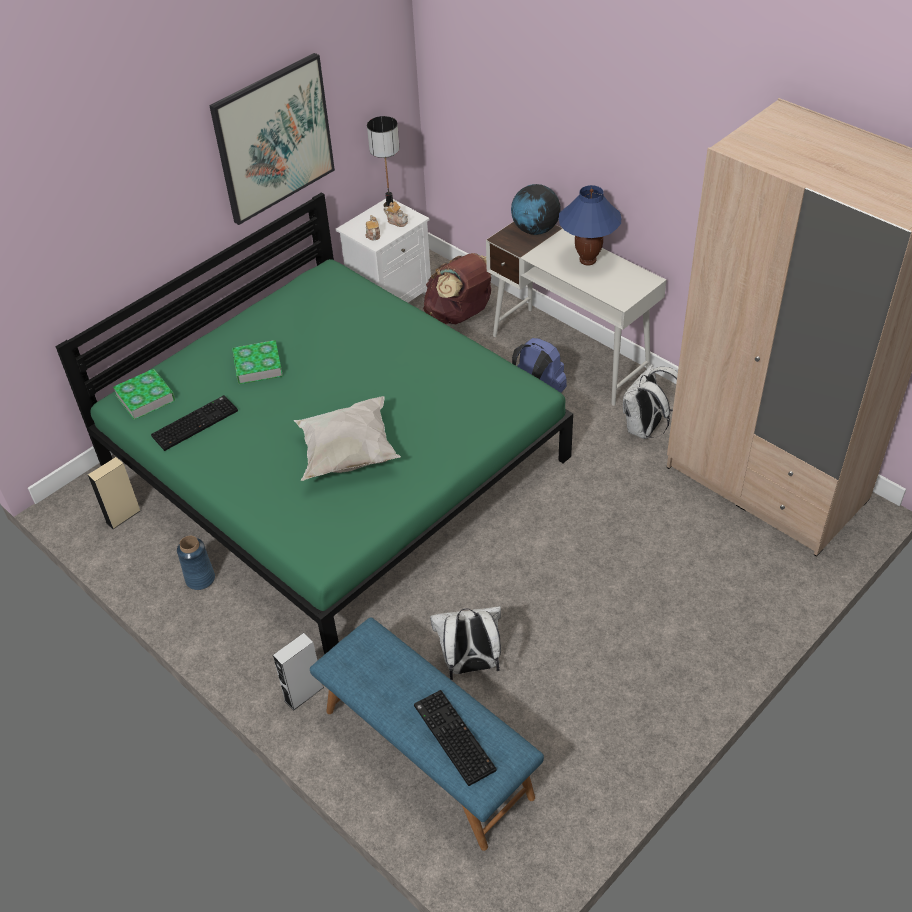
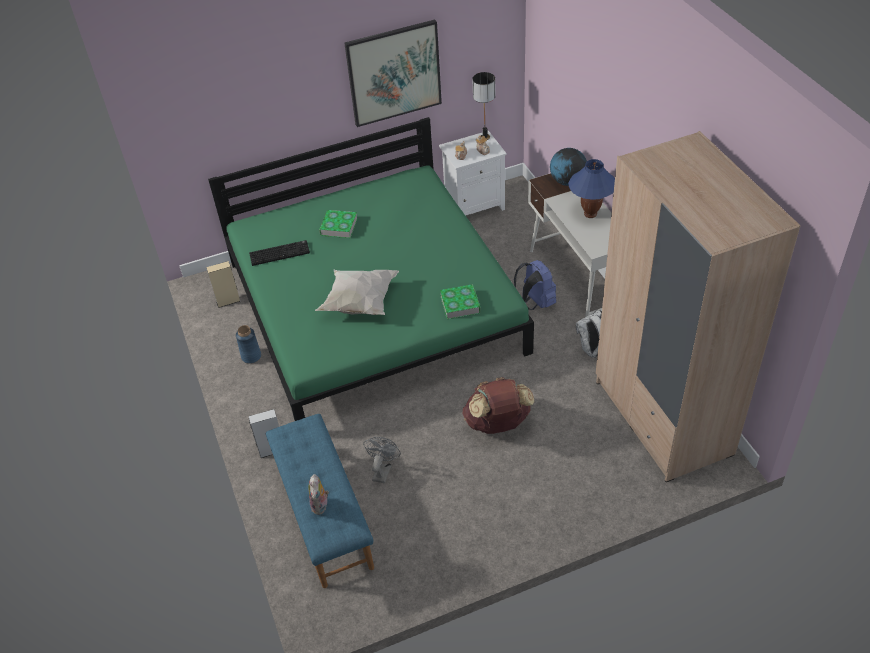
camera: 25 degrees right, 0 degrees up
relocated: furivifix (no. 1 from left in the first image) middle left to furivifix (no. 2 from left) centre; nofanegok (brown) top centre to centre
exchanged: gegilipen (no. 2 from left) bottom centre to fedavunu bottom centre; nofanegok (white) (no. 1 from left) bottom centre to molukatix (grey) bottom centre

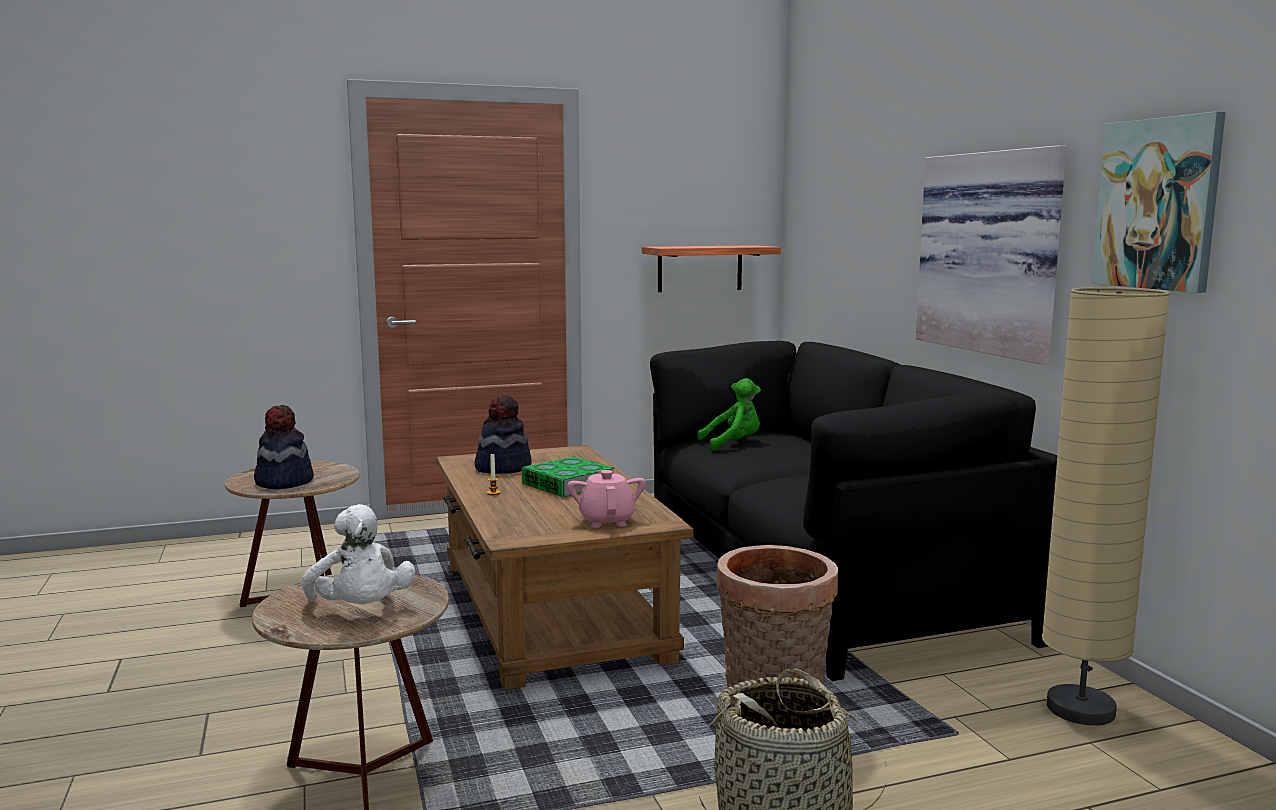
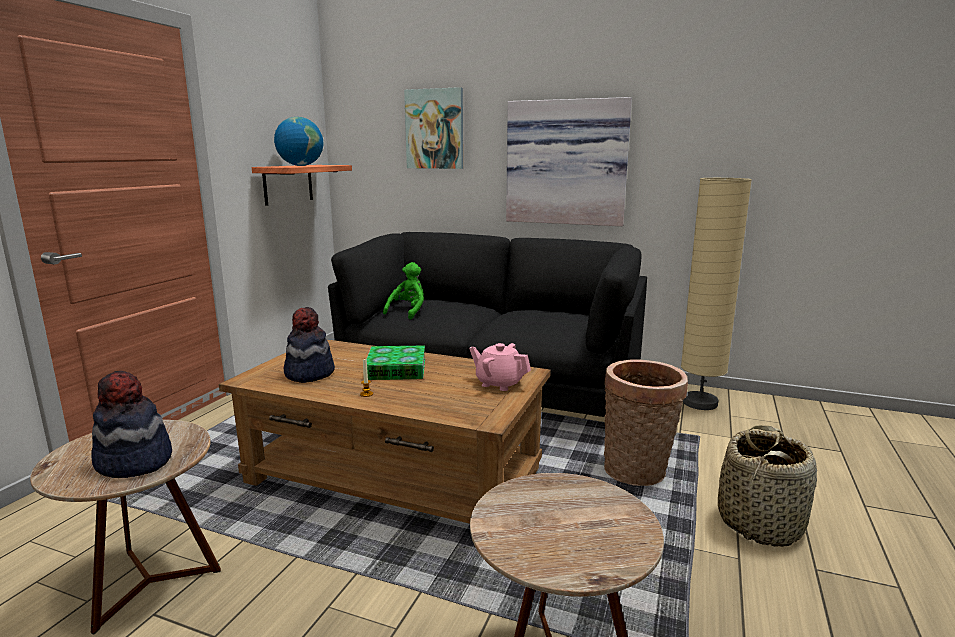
camera: 50 degrees left, 5 degrees up
missing: fedavunu (white) bottom left
appeared: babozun top left
relocated: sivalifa (no. 2 from left in the first image) top right to sivalifa (no. 1 from left) top centre

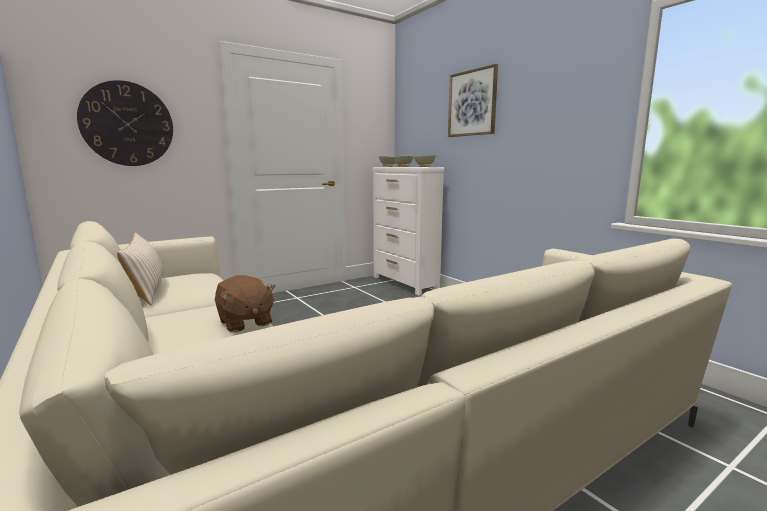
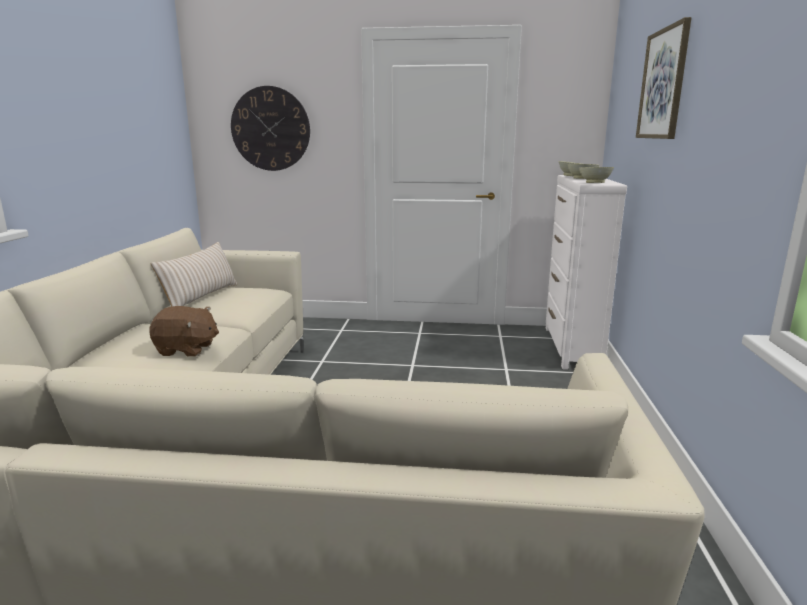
camera: 40 degrees right, 5 degrees up
spun: fedavunu (brown) middle left = middle left 90 degrees counterclockwise

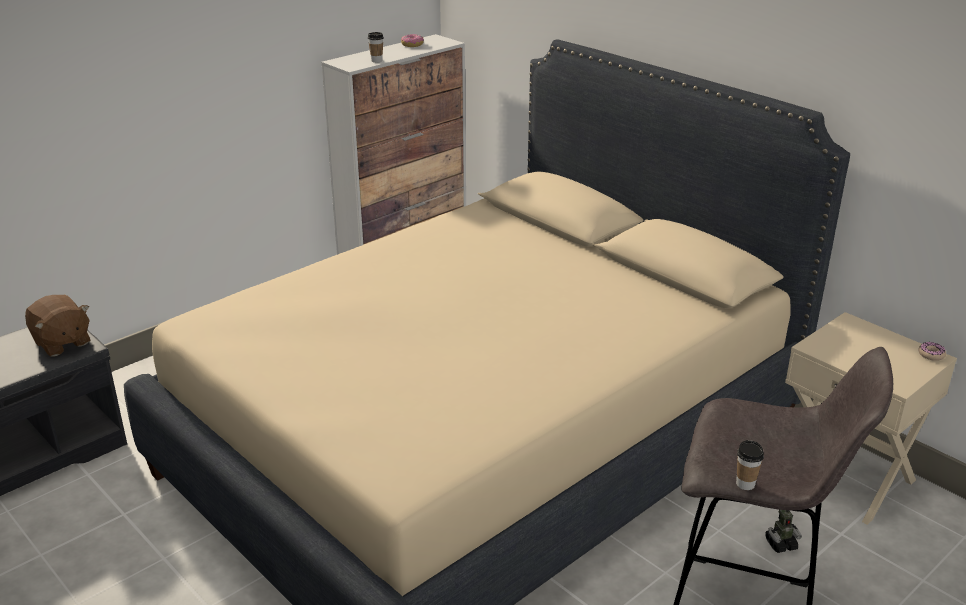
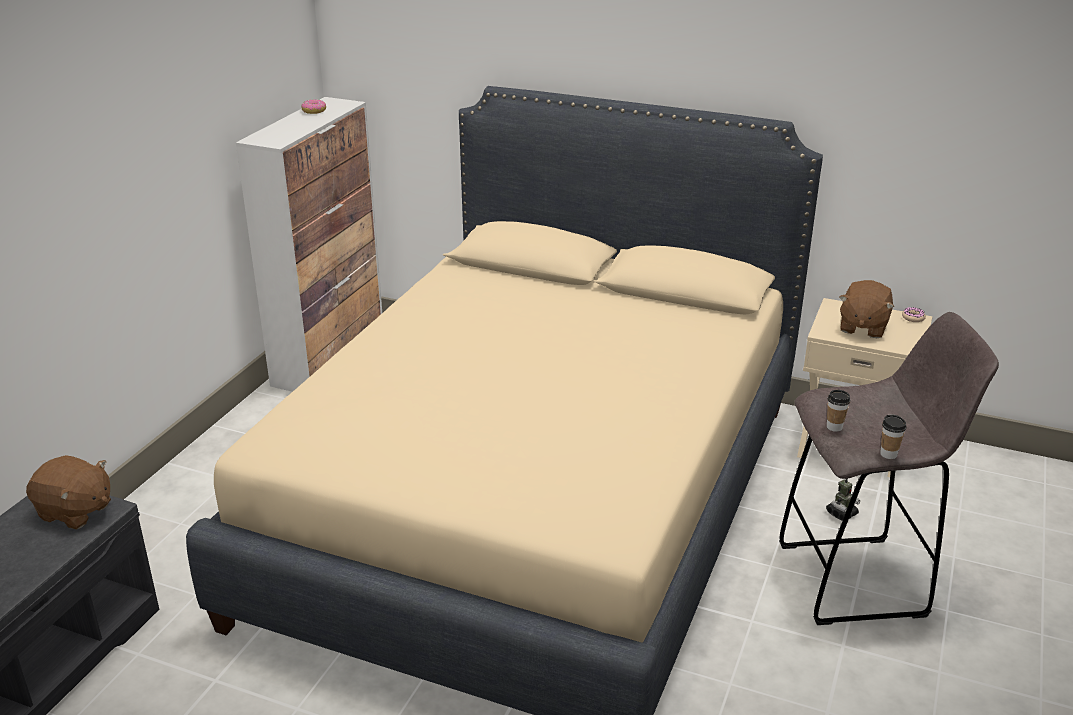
camera: 25 degrees left, 0 degrees up
appeared: fedavunu (brown) (no. 2 from left) middle right
relocated: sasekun (no. 1 from left) top centre to middle right

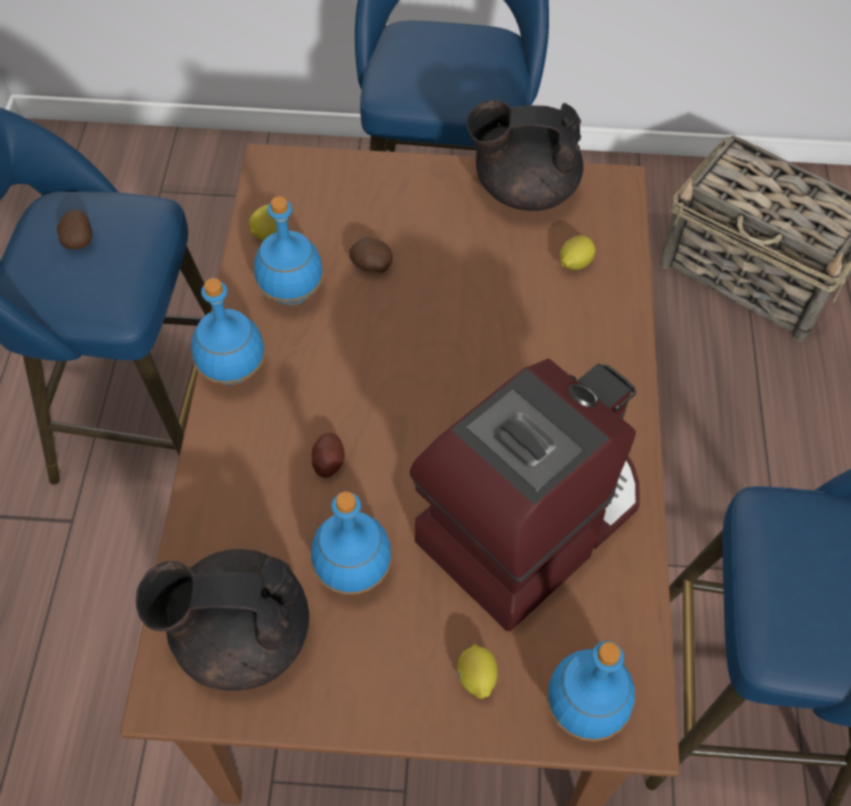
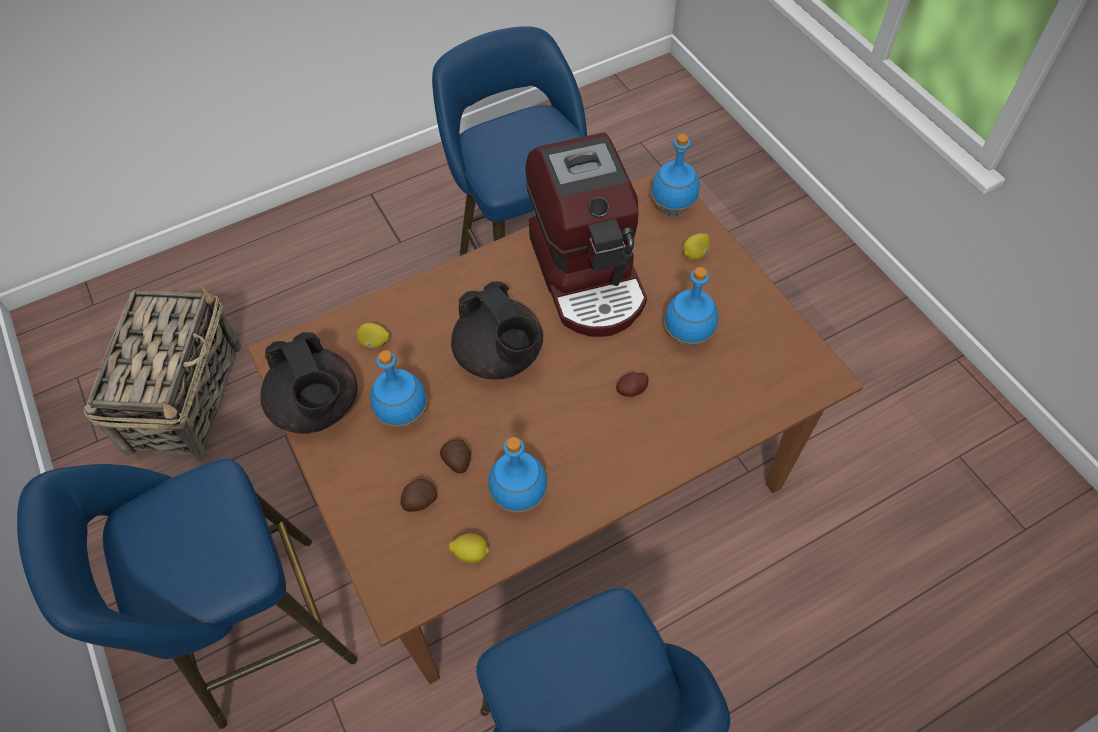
camera: 120 degrees left, 0 degrees up
relocated: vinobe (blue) (no. 1 from left) middle left to centre; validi (no. 1 from left) top left to bottom centre; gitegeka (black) (no. 1 from left in the first image) bottom left to gitegeka (black) (no. 2 from left) centre
spun: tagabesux centre = top centre 120 degrees counterclockwise

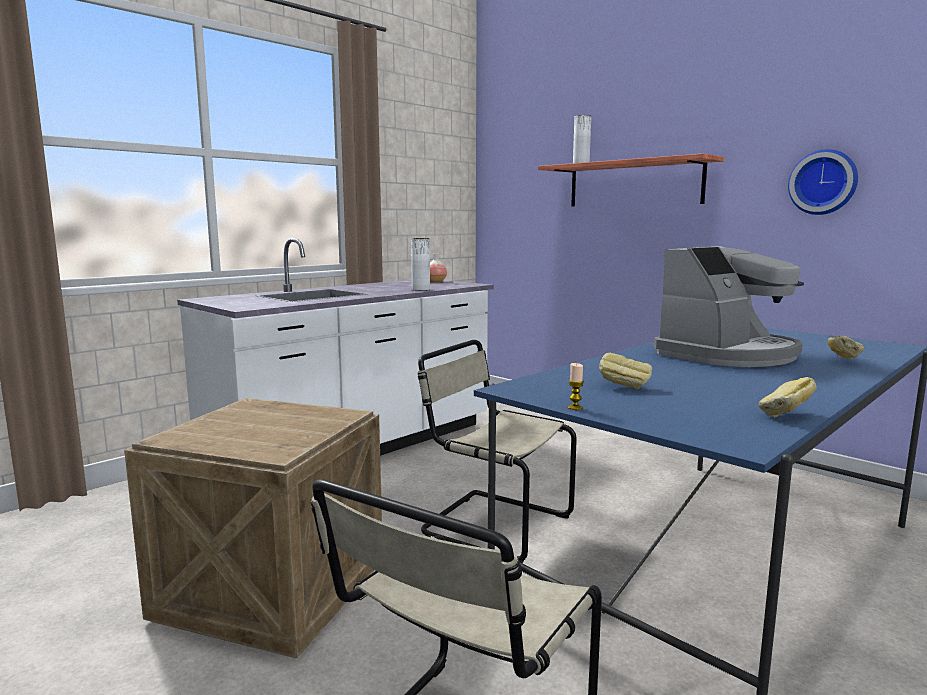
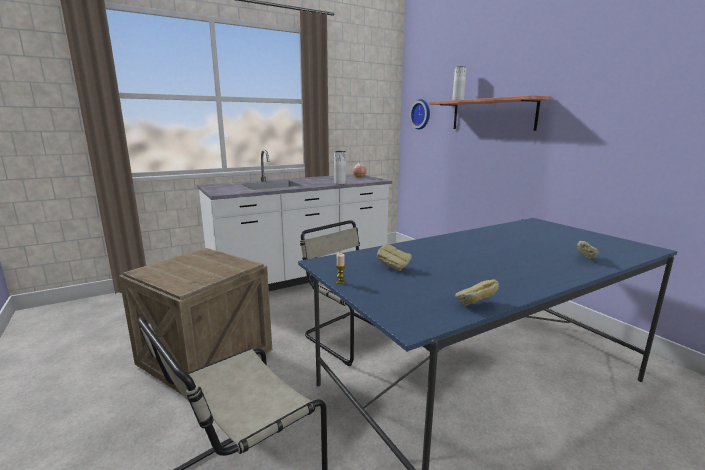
camera: 15 degrees right, 5 degrees up
missing: tagabesux middle right
relocated: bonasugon top right to top centre

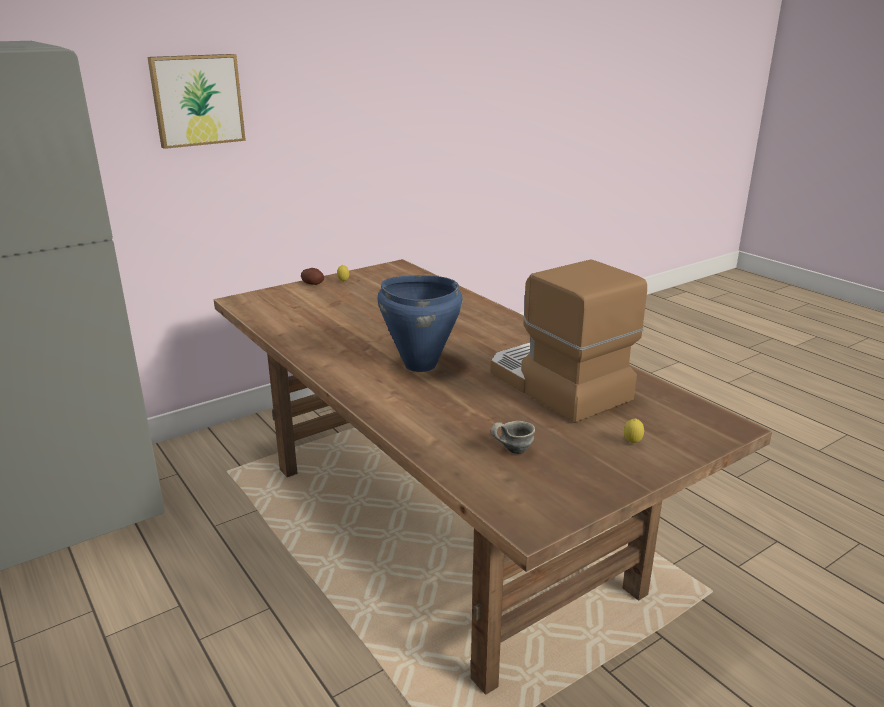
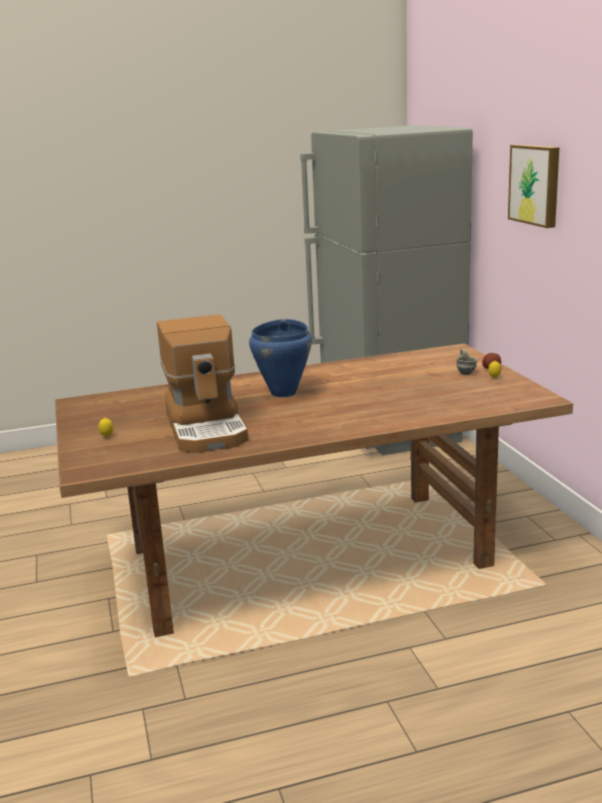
camera: 110 degrees right, 5 degrees down
relocated: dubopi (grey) centre to middle right
spun: tagabesux centre = centre 90 degrees clockwise

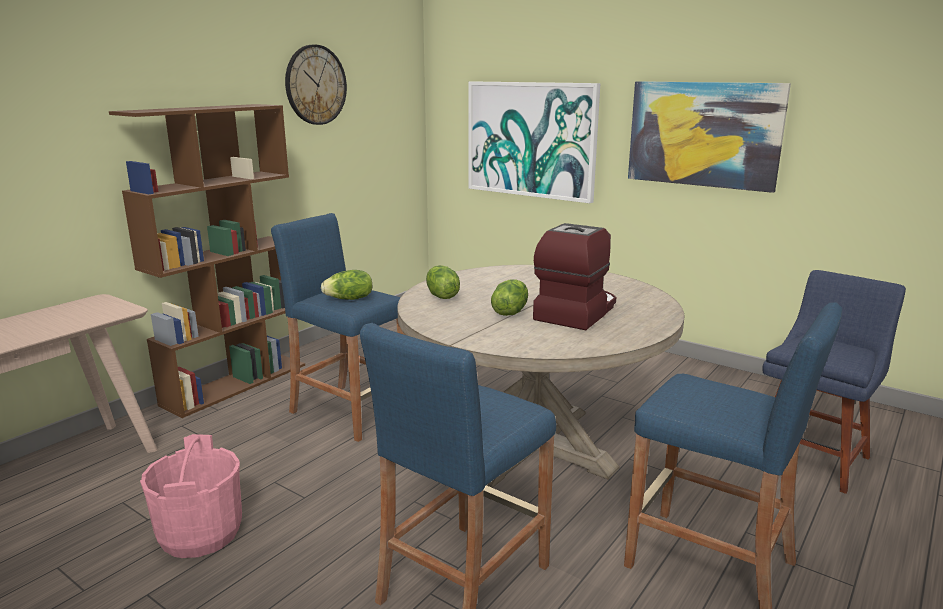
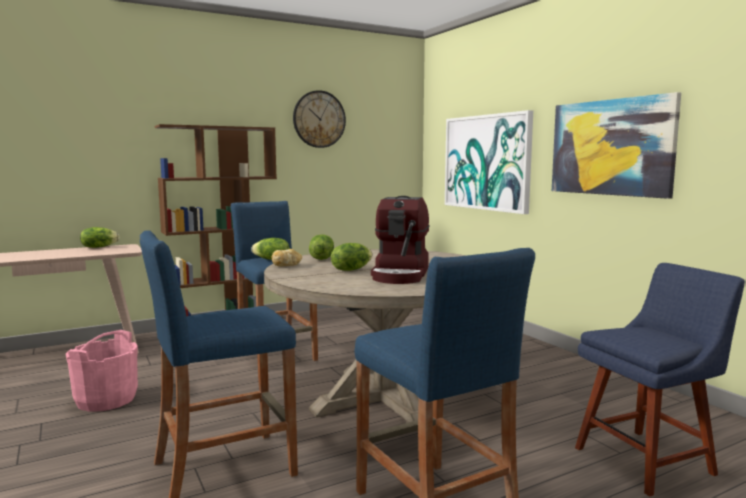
camera: 25 degrees right, 10 degrees down
appeared: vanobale (no. 1 from left) middle left; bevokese centre
spun: tagabesux centre = centre 135 degrees clockwise

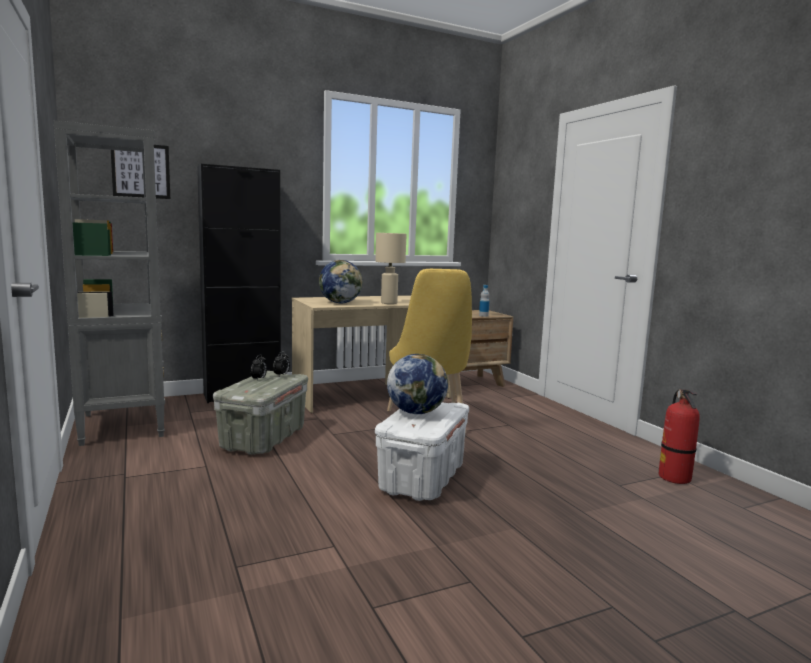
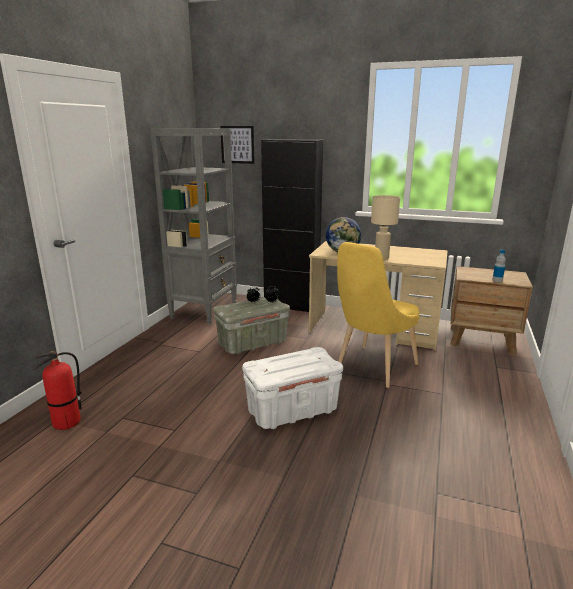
camera: 45 degrees right, 10 degrees up
missing: babozun (no. 2 from left) centre
relocated: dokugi middle right to middle left

